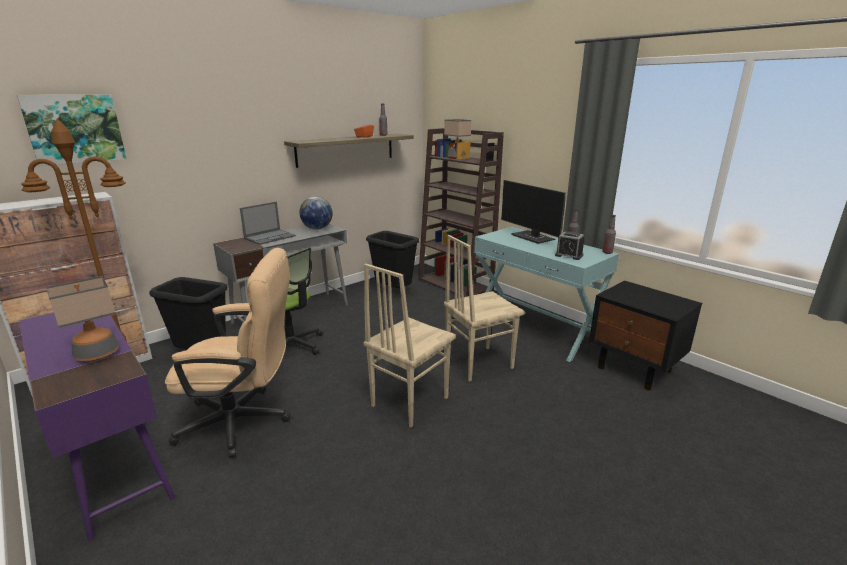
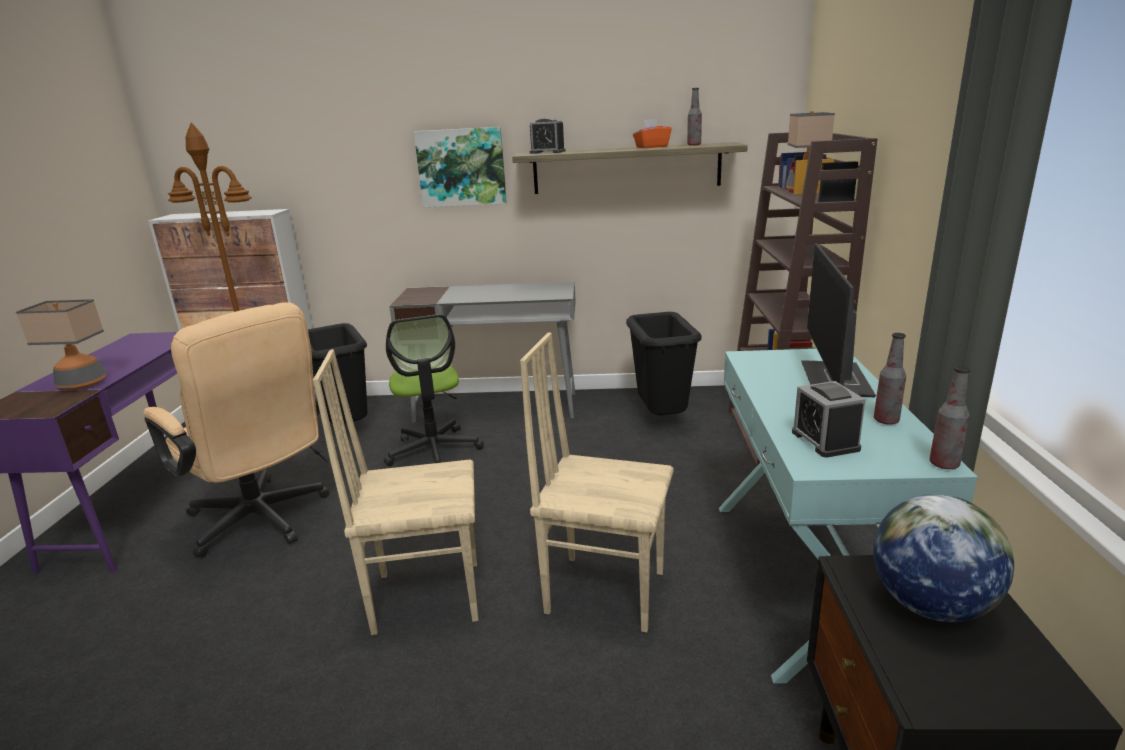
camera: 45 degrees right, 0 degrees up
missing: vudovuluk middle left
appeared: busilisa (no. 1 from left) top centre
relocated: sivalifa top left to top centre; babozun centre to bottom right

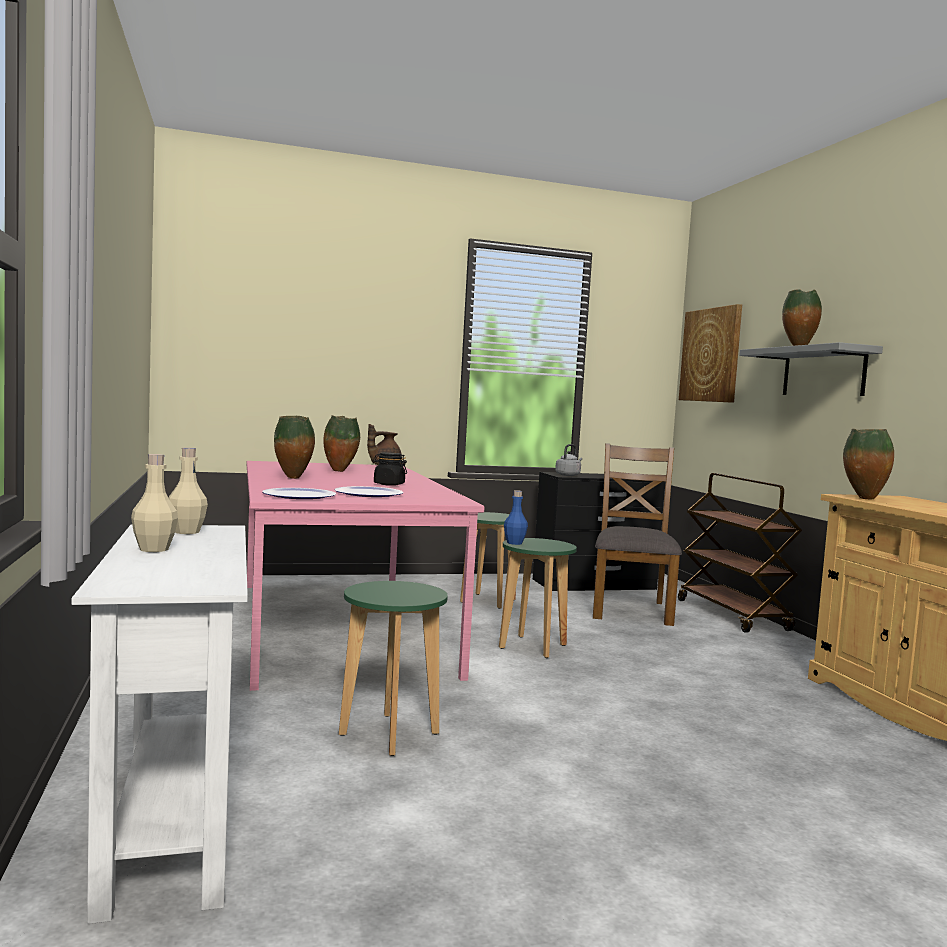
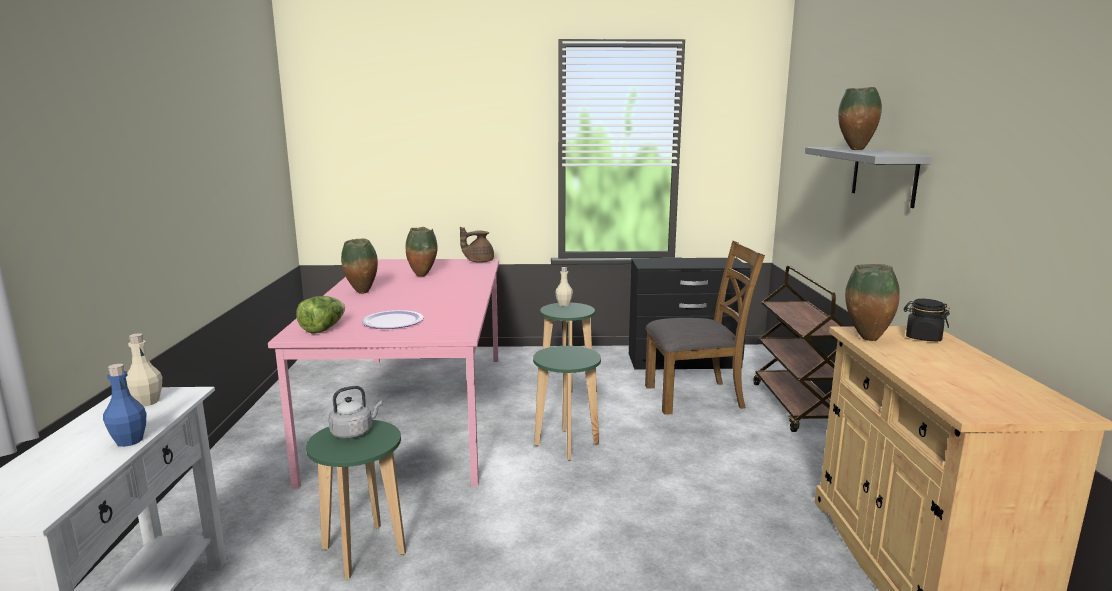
camera: 15 degrees right, 10 degrees up
missing: sivalifa middle right
relocated: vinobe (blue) centre to bottom left; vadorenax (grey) centre to bottom left; vinobe (beige) (no. 1 from left in the first image) middle left to vinobe (beige) (no. 2 from left) centre; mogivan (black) centre to middle right
exchanged: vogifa (no. 1 from left) middle left to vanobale middle left
spun: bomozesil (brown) middle right = centre 60 degrees clockwise

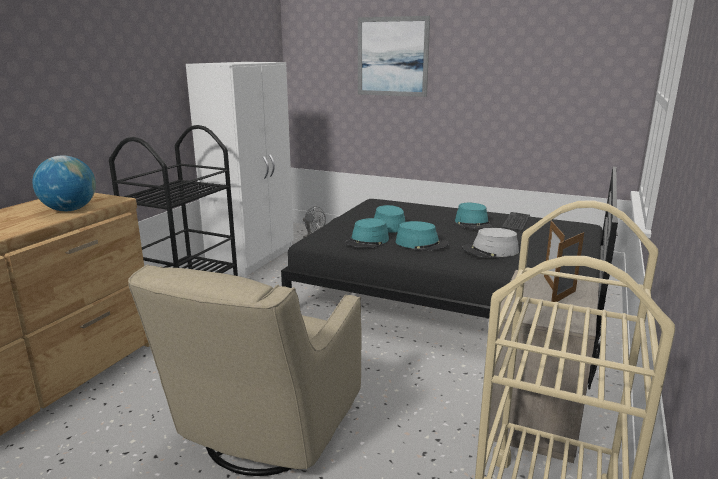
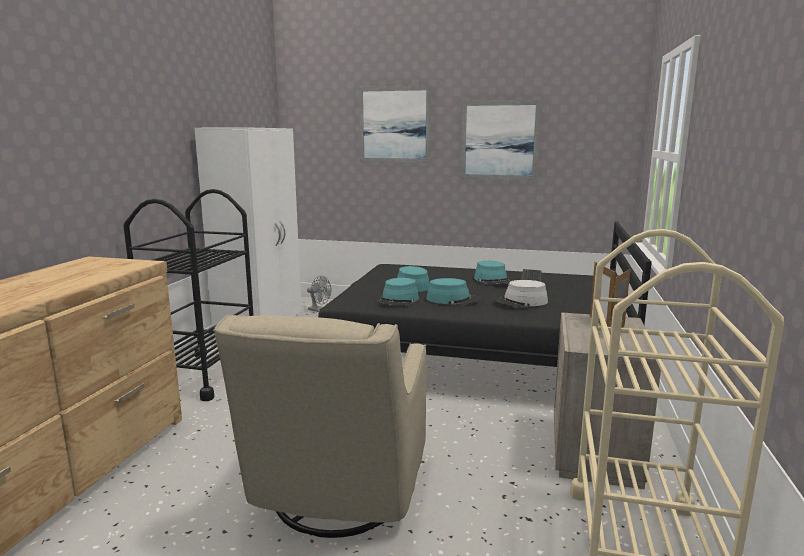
camera: 10 degrees left, 5 degrees down
missing: babozun middle left
appeared: sivalifa (no. 2 from left) top centre

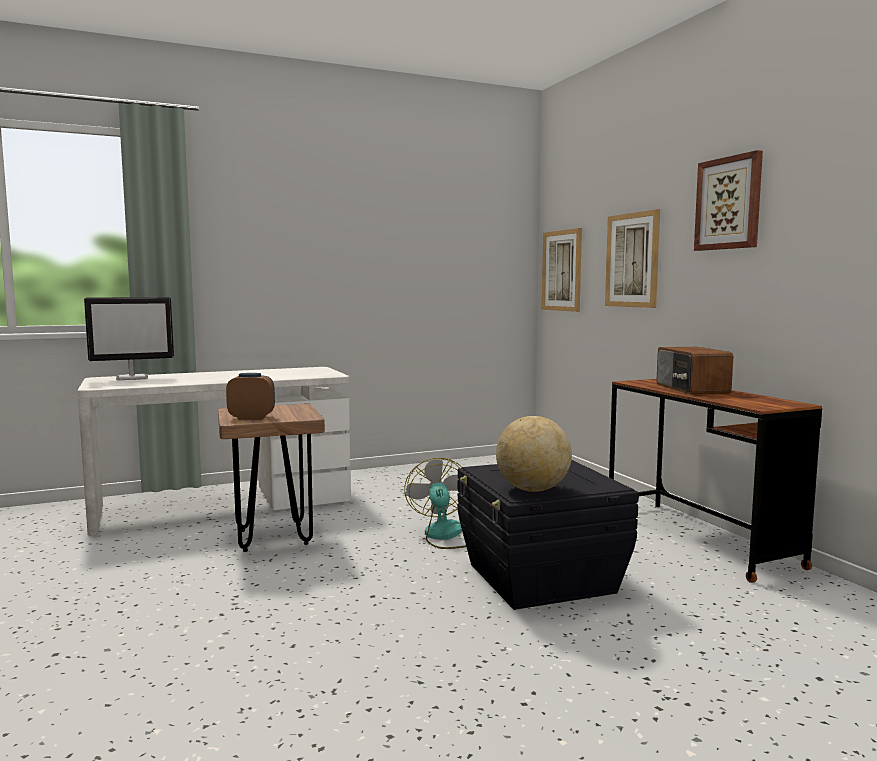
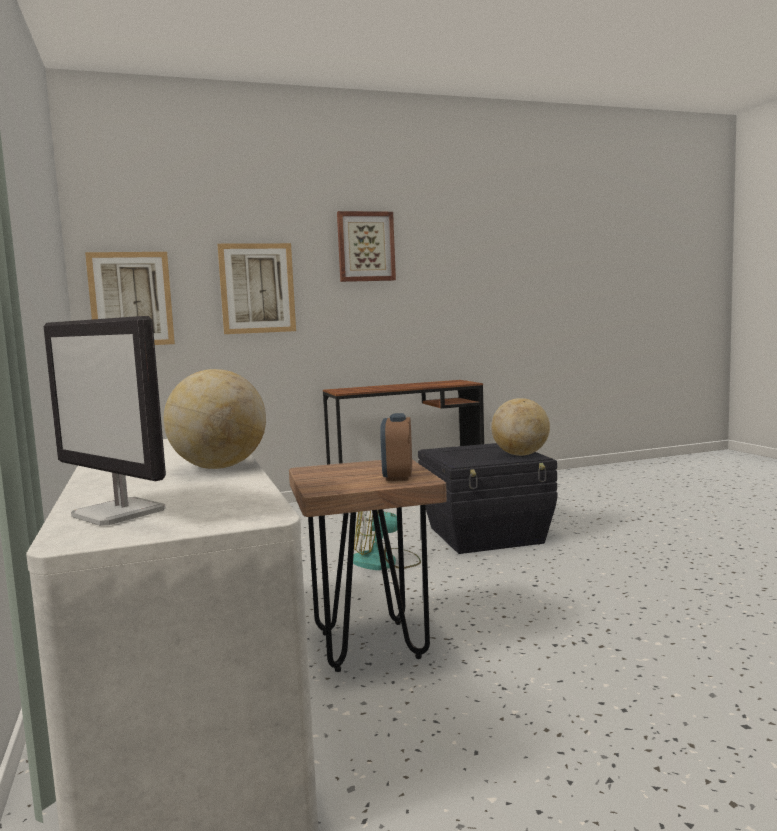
camera: 85 degrees left, 0 degrees up
missing: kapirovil middle right
appeared: babozun (no. 1 from left) middle left
spun: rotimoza middle left = middle left 150 degrees clockwise

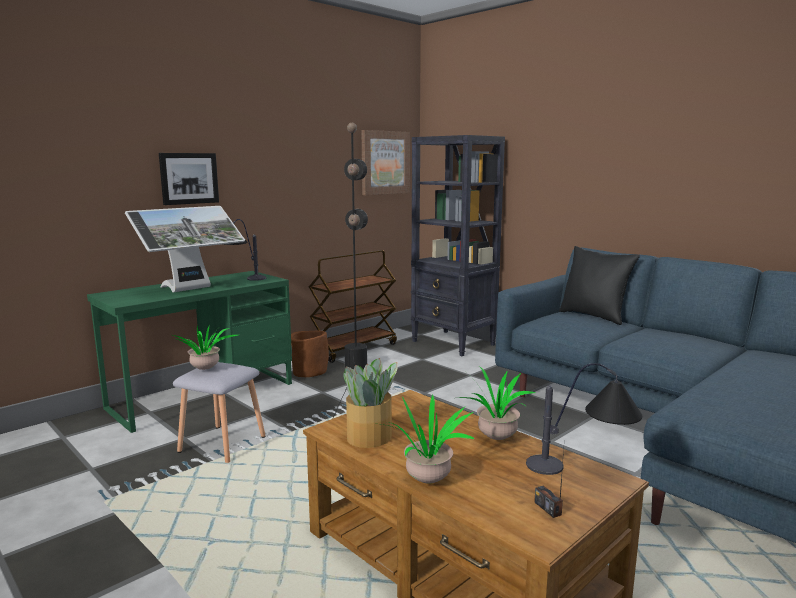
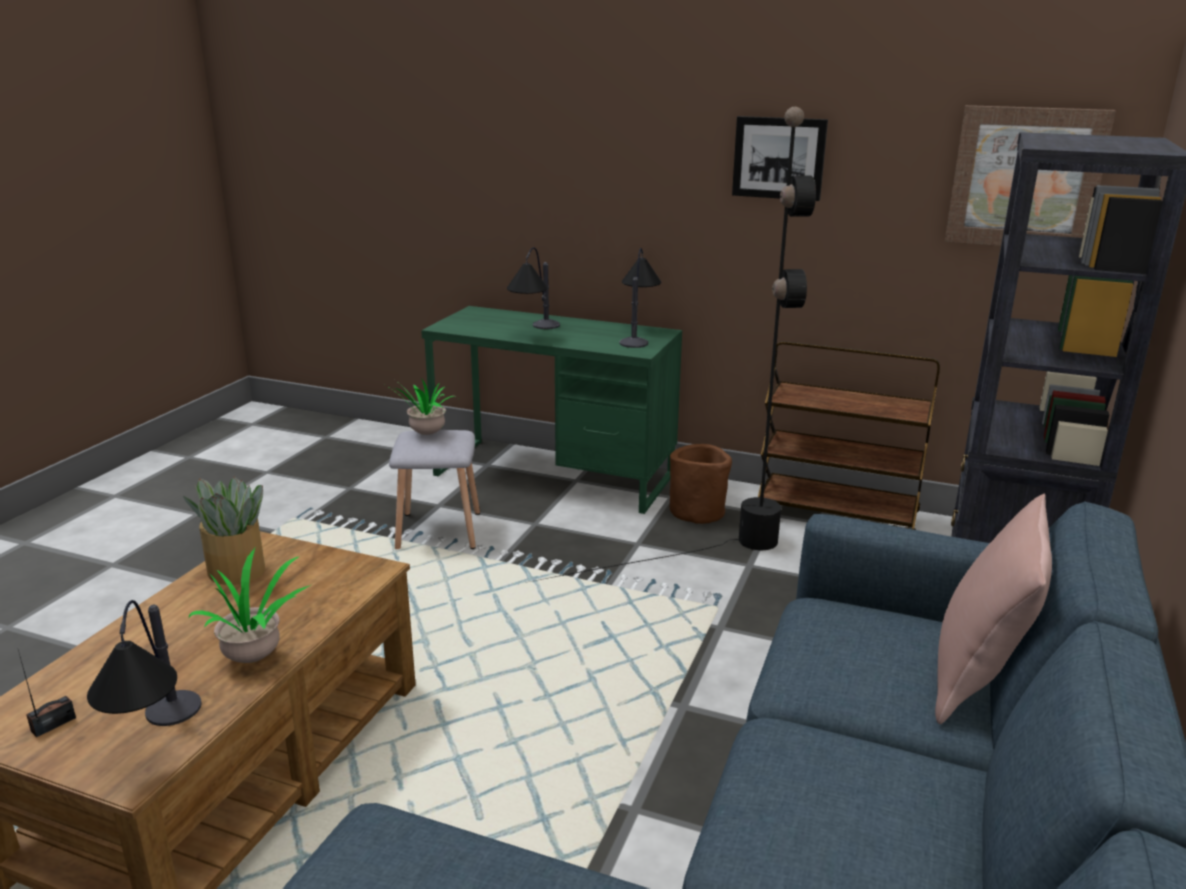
camera: 65 degrees right, 10 degrees up
missing: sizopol (no. 3 from left) bottom centre
relocated: sivalifa (no. 1 from left) top left to top centre
exchanged: rotimoza middle left to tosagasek (no. 2 from left) top centre
colour: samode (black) middle right to samode (pink) bottom right

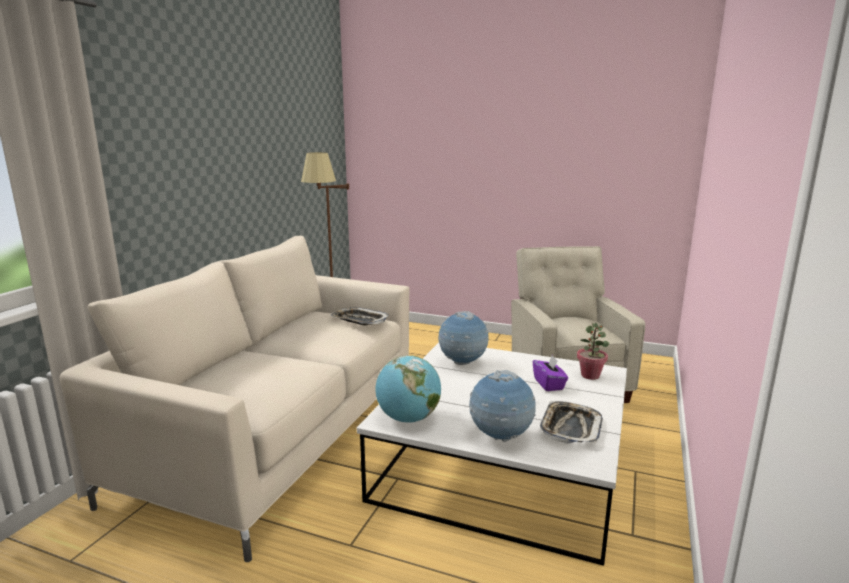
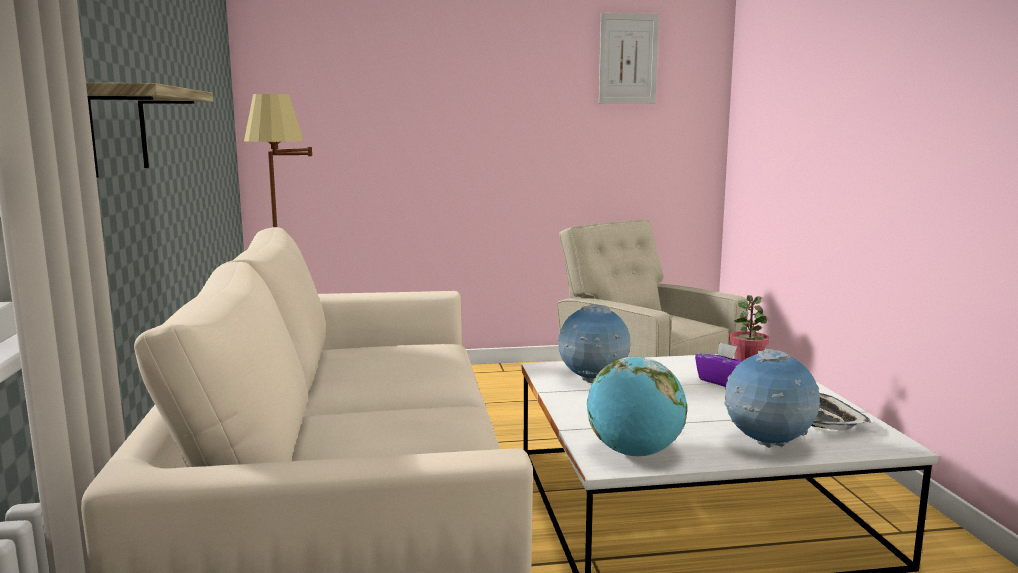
camera: 30 degrees left, 5 degrees down
missing: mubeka (no. 1 from left) centre
appeared: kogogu top left; sivalifa top centre

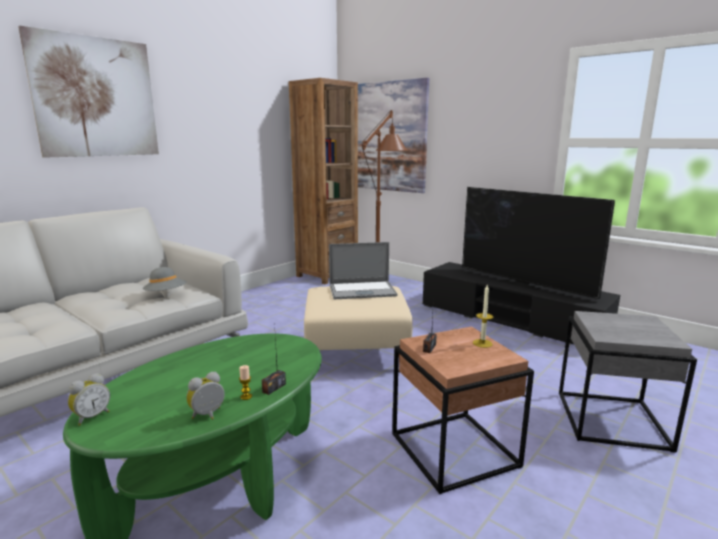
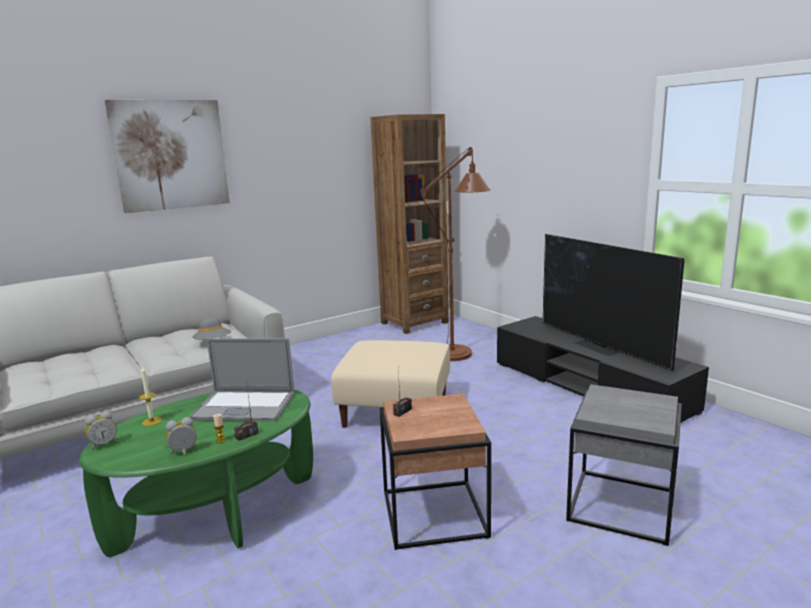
camera: 15 degrees right, 0 degrees up
missing: sivalifa (no. 2 from left) top centre
relocated: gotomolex (no. 2 from left in the first image) middle right to gotomolex (no. 1 from left) middle left; vudovuluk centre to middle left

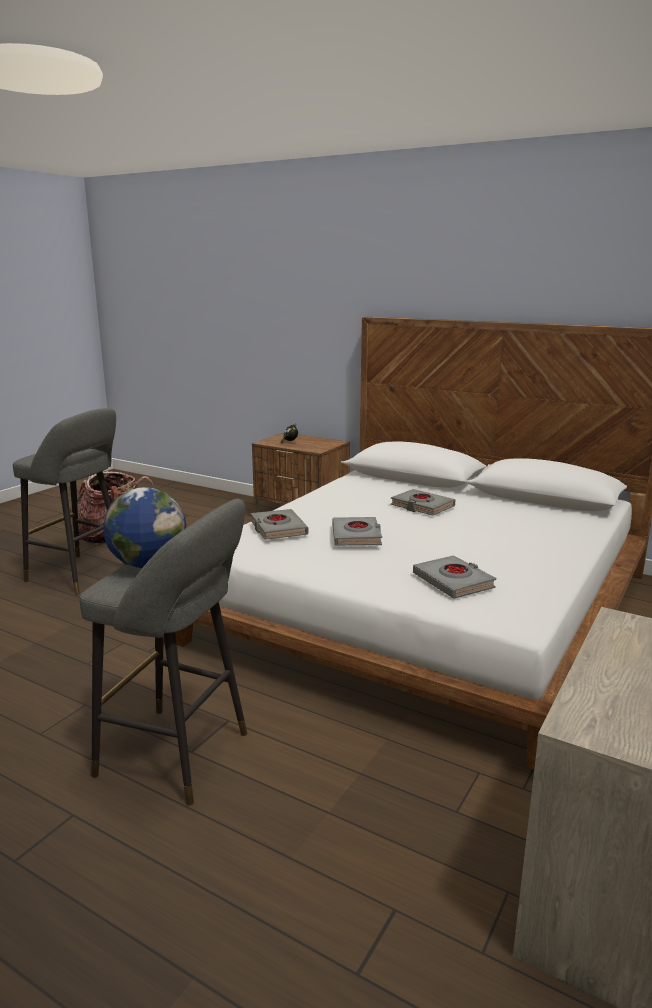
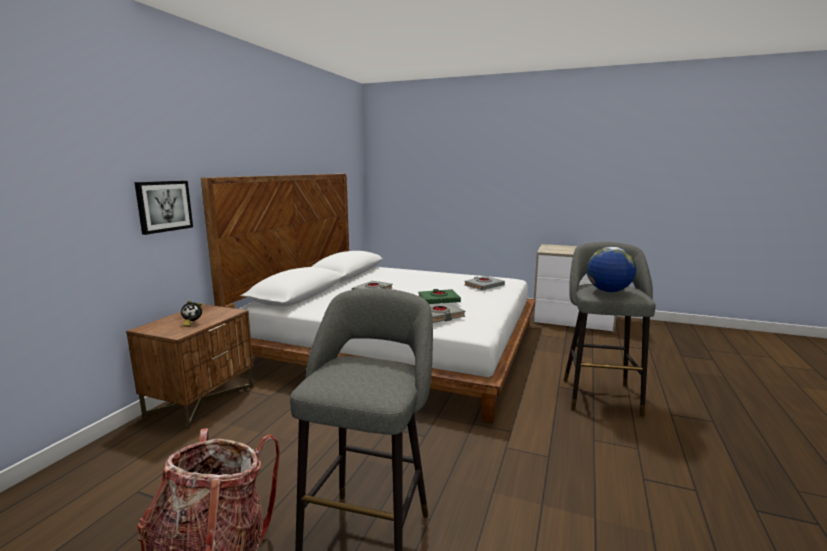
camera: 100 degrees left, 5 degrees down
appeared: sivalifa middle left
colour: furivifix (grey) (no. 2 from left) centre to furivifix (green) centre

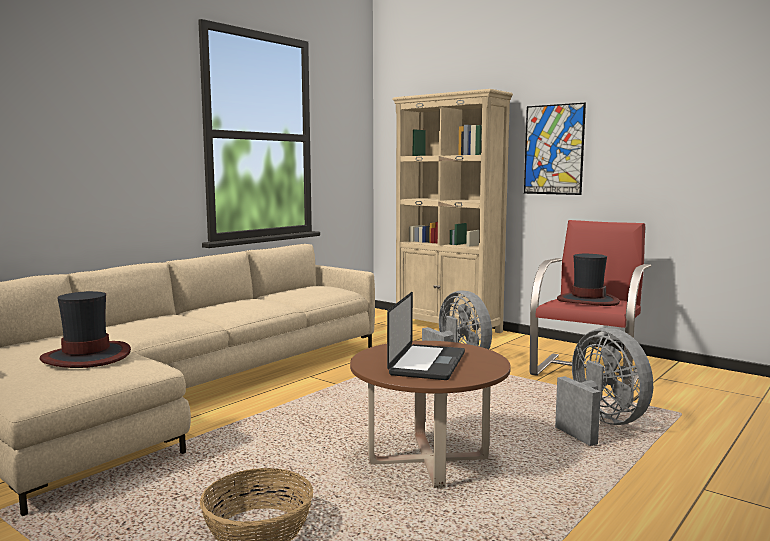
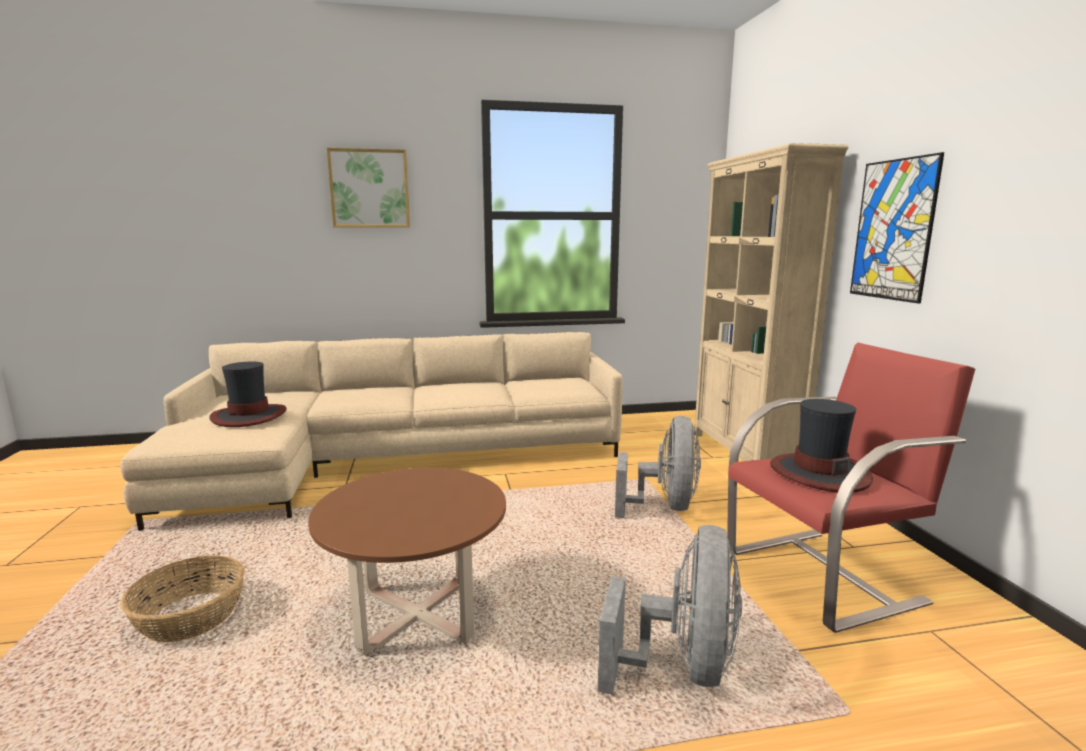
camera: 40 degrees right, 5 degrees up
missing: vudovuluk centre
appeared: sivalifa (no. 1 from left) top centre

